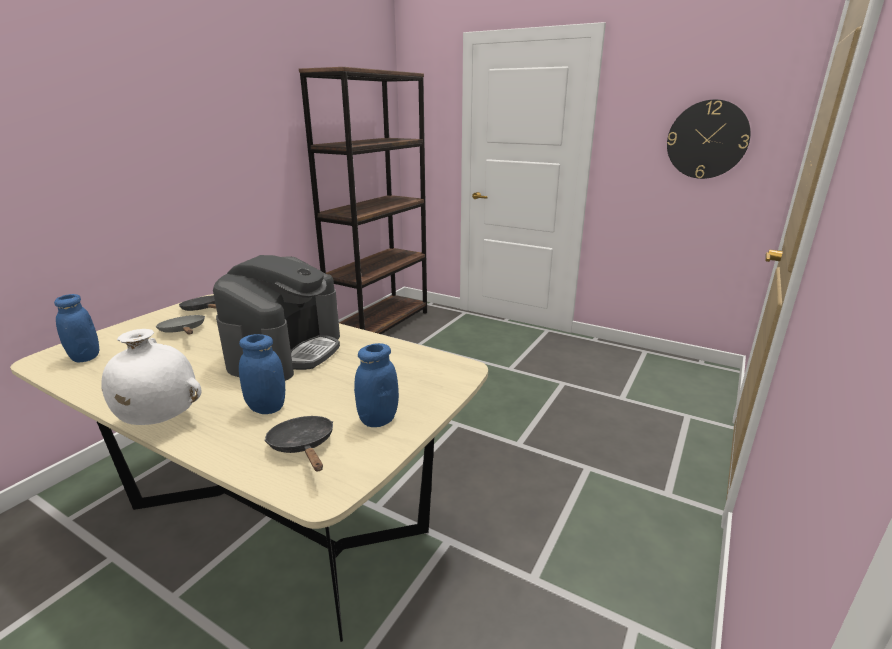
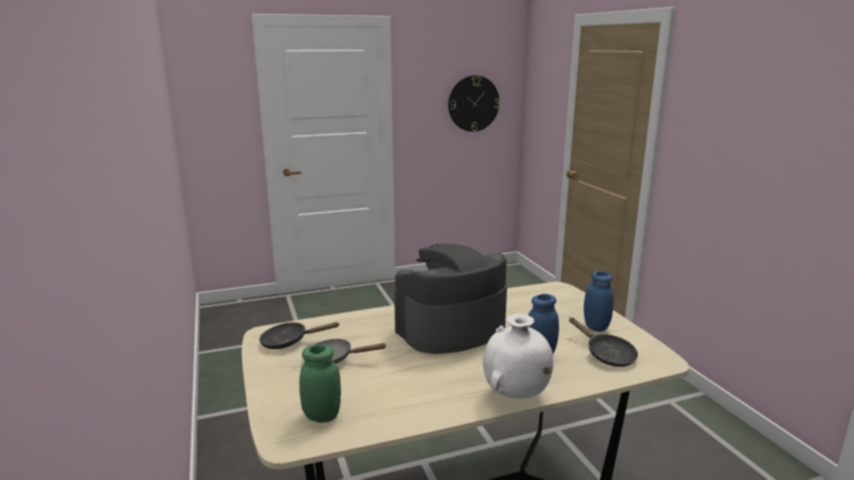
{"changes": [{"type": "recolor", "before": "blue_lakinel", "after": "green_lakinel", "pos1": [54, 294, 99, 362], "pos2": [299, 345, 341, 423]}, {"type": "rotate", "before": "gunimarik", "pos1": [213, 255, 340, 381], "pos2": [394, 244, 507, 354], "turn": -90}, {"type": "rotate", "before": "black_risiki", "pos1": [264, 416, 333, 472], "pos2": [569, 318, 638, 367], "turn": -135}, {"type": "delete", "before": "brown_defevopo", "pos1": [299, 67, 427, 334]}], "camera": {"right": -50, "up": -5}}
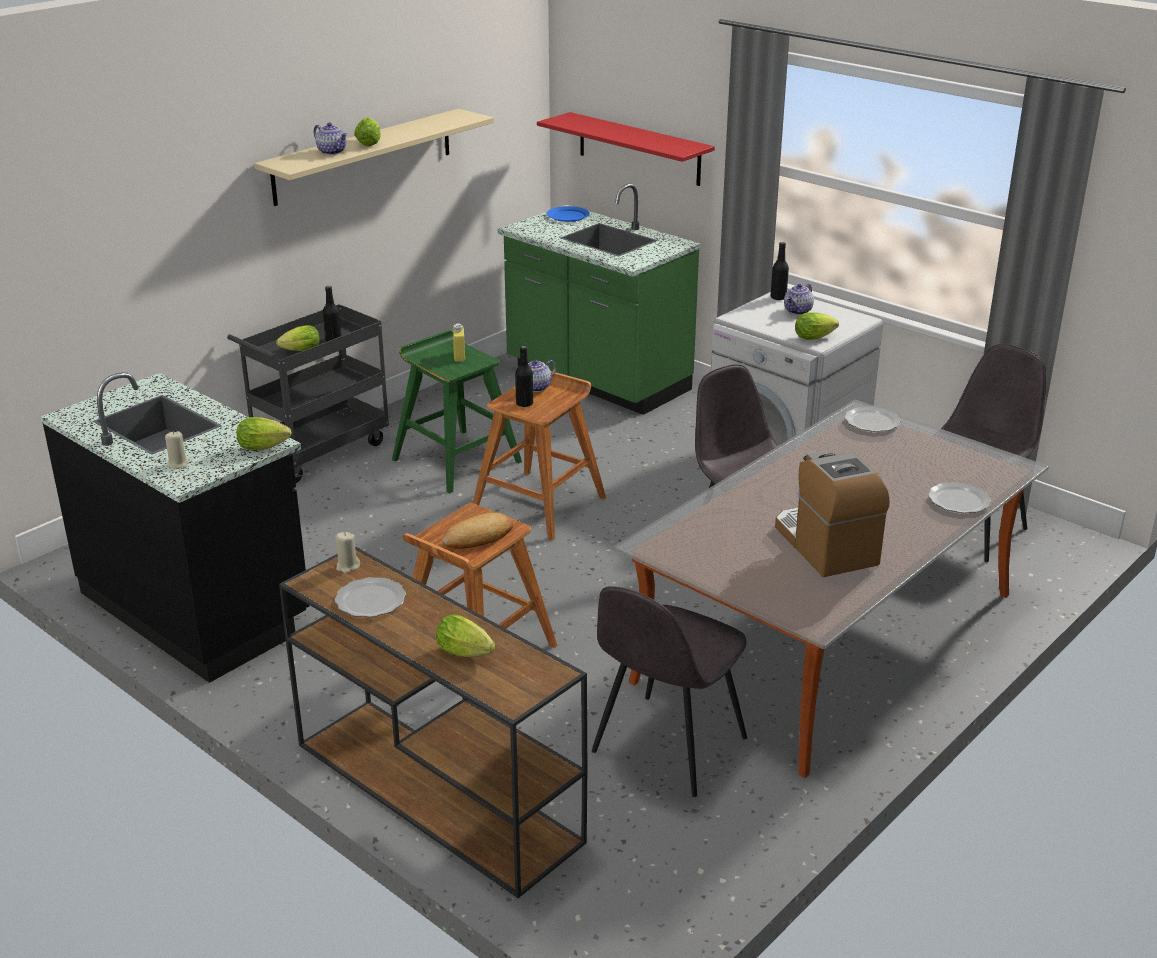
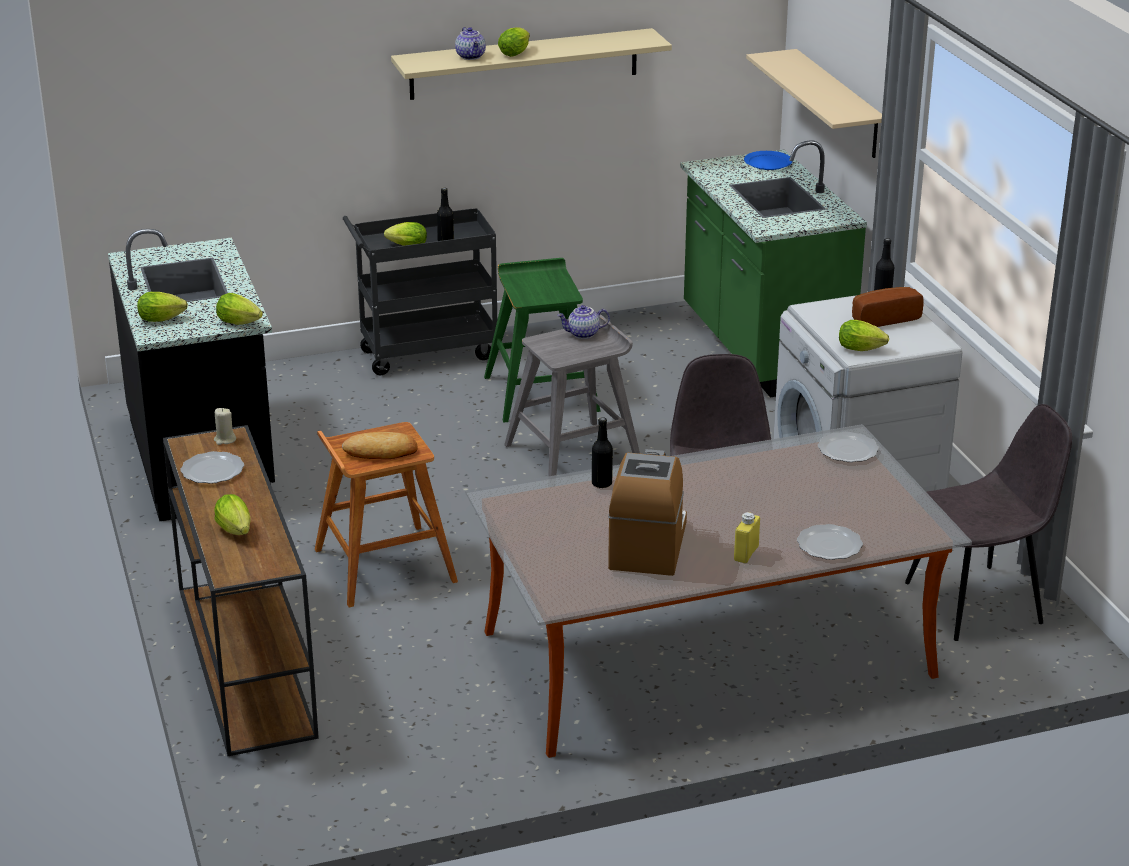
{"changes": [{"type": "replace", "before": "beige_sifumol", "after": "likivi", "pos1": [165, 431, 189, 469], "pos2": [137, 292, 188, 322]}, {"type": "move", "before": "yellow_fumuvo", "pos1": [453, 323, 465, 362], "pos2": [734, 512, 760, 563]}, {"type": "recolor", "before": "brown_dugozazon", "after": "grey_dugozazon", "pos1": [473, 371, 606, 541], "pos2": [504, 314, 640, 477]}, {"type": "move", "before": "black_fumuvo", "pos1": [515, 346, 533, 407], "pos2": [592, 417, 613, 488]}, {"type": "recolor", "before": "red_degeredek", "after": "beige_degeredek", "pos1": [537, 112, 715, 186], "pos2": [746, 49, 882, 158]}, {"type": "delete", "before": "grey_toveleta", "pos1": [592, 586, 747, 797]}, {"type": "replace", "before": "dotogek", "after": "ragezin", "pos1": [784, 283, 814, 315], "pos2": [852, 287, 924, 327]}], "camera": {"right": 30, "up": 0}}
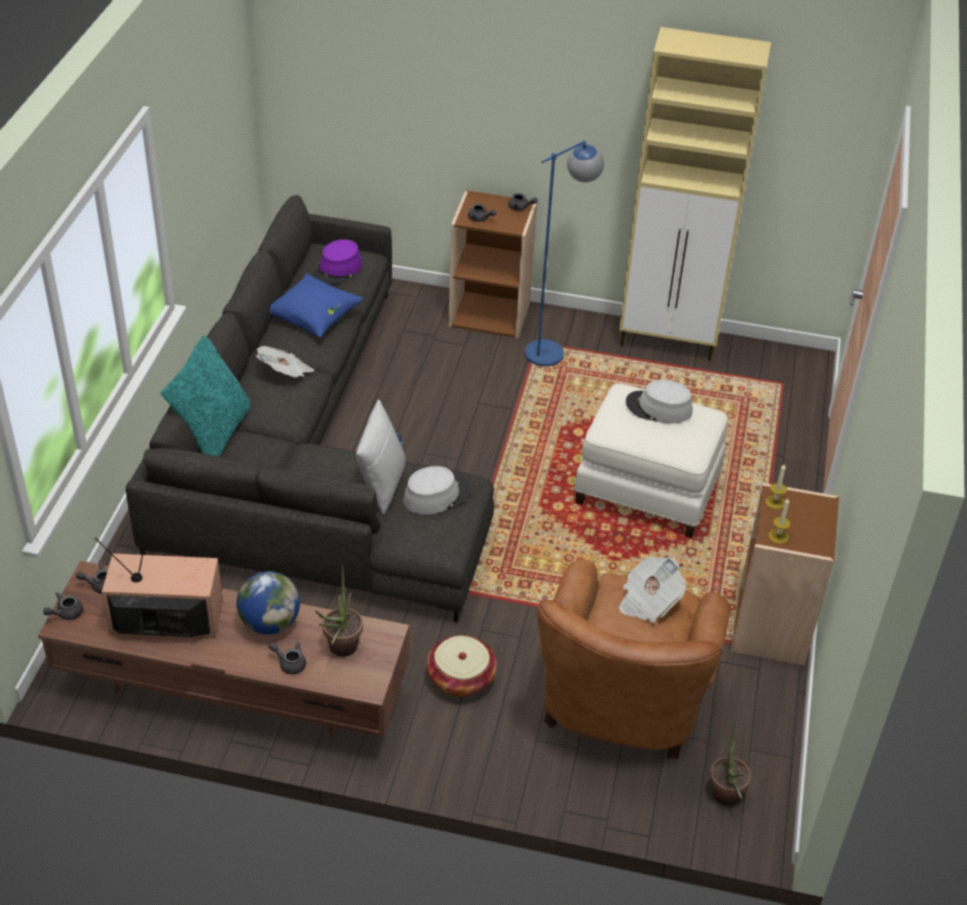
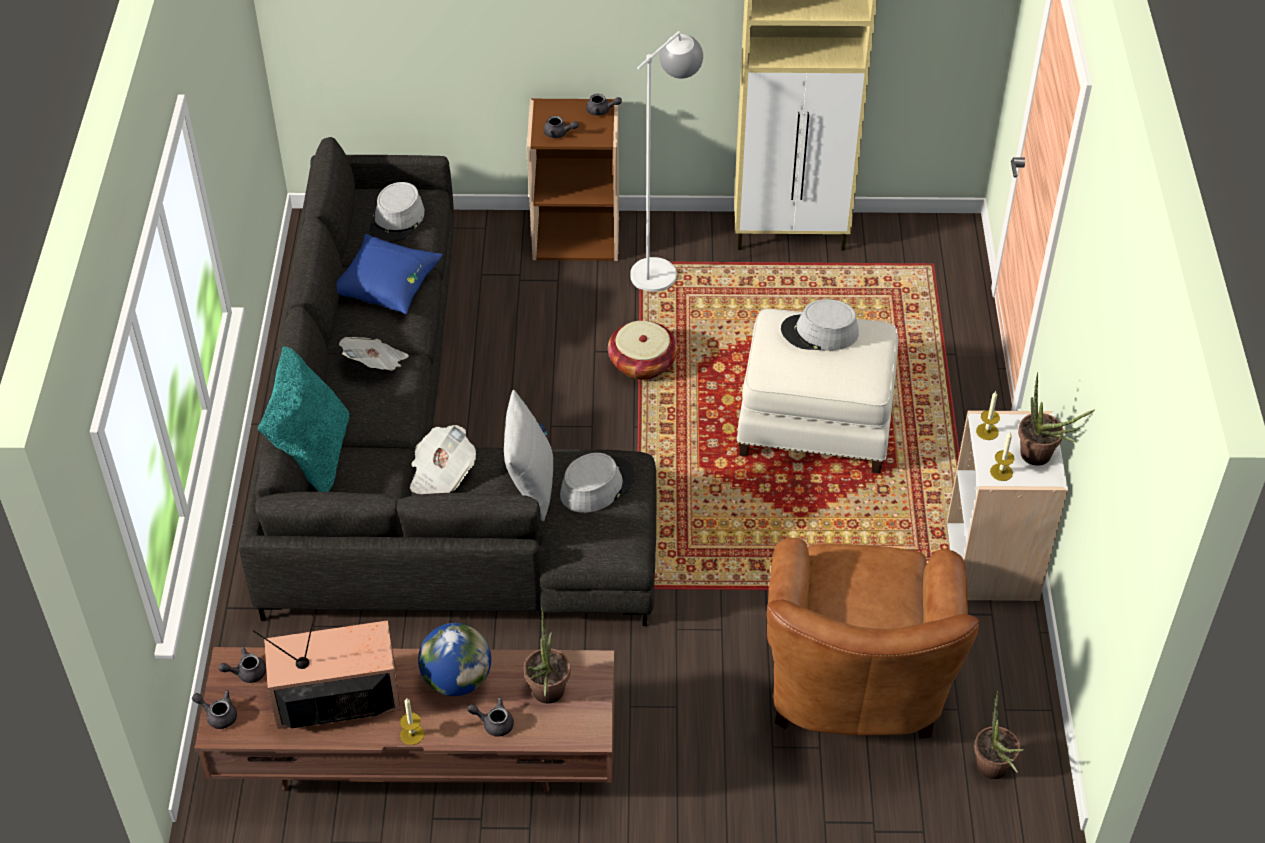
{"changes": [{"type": "rotate", "before": "grey_dotogek", "pos1": [43, 592, 83, 620], "pos2": [192, 690, 237, 729], "turn": 75}, {"type": "recolor", "before": "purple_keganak", "after": "grey_keganak", "pos1": [312, 239, 362, 285], "pos2": [369, 182, 425, 242]}, {"type": "move", "before": "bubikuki", "pos1": [426, 635, 497, 697], "pos2": [608, 321, 678, 380]}, {"type": "recolor", "before": "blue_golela", "after": "white_golela", "pos1": [525, 140, 604, 366], "pos2": [630, 31, 703, 292]}, {"type": "move", "before": "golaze", "pos1": [619, 556, 686, 623], "pos2": [410, 425, 476, 494]}, {"type": "recolor", "before": "brown_defevopo", "after": "white_defevopo", "pos1": [731, 483, 839, 666], "pos2": [947, 410, 1068, 601]}, {"type": "insert", "after": "sifumol", "pos2": [400, 698, 425, 745]}, {"type": "insert", "after": "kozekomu", "pos2": [1018, 372, 1094, 466]}], "camera": {"right": -10, "up": 5}}
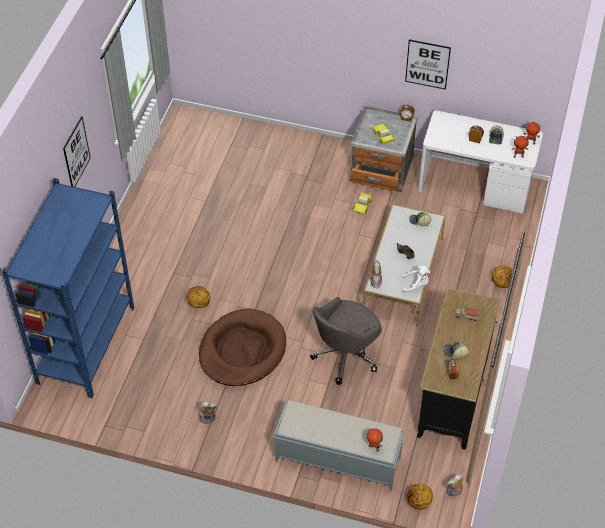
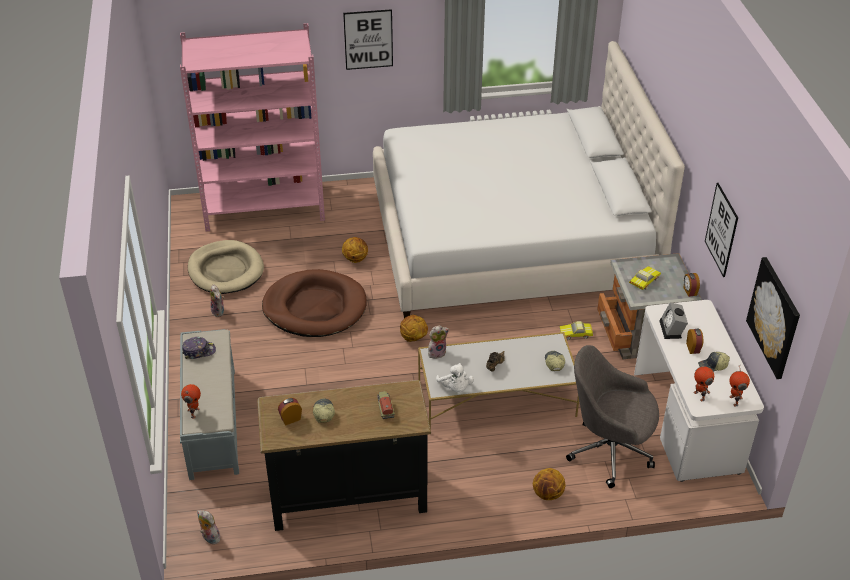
{"changes": [{"type": "recolor", "before": "blue_defevopo", "after": "pink_defevopo", "pos1": [2, 178, 134, 398], "pos2": [180, 23, 325, 231]}, {"type": "move", "before": "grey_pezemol", "pos1": [310, 297, 382, 385], "pos2": [566, 345, 659, 488]}, {"type": "move", "before": "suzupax", "pos1": [407, 483, 433, 510], "pos2": [400, 315, 428, 342]}, {"type": "insert", "after": "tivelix", "pos2": [182, 337, 216, 359]}, {"type": "insert", "after": "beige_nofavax", "pos2": [188, 240, 264, 294]}, {"type": "insert", "after": "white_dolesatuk", "pos2": [373, 41, 685, 318]}, {"type": "insert", "after": "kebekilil", "pos2": [660, 302, 688, 339]}, {"type": "insert", "after": "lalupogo", "pos2": [746, 257, 800, 379]}], "camera": {"right": 65, "up": -10}}
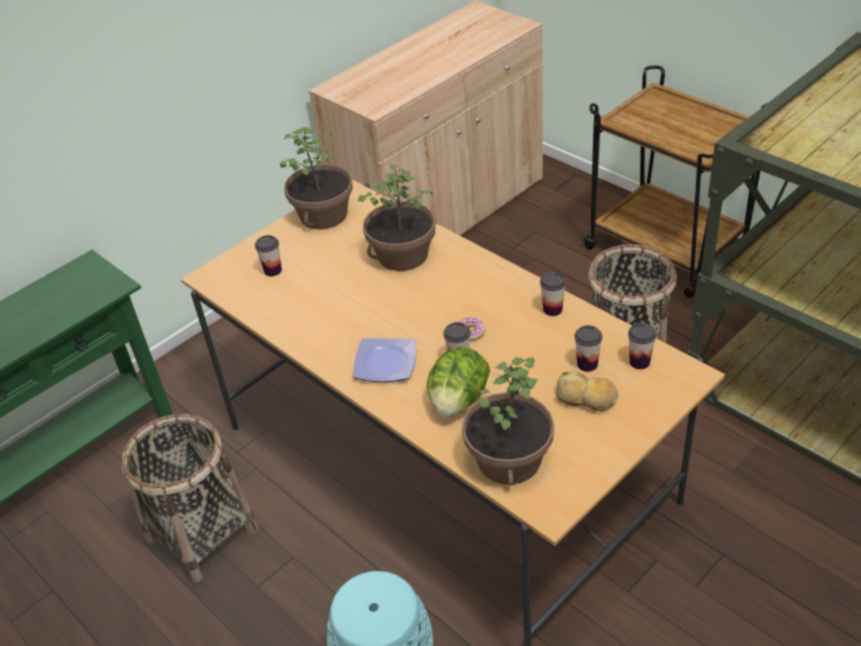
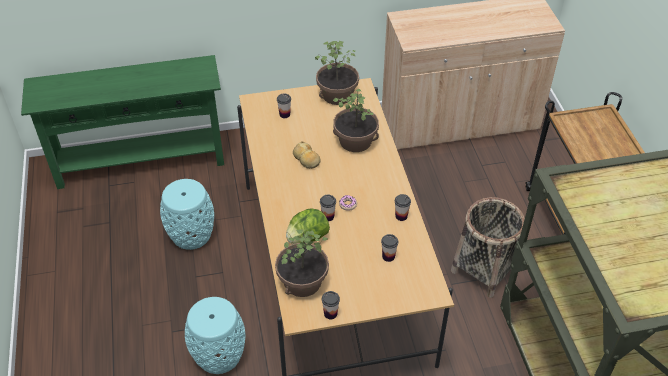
{"changes": [{"type": "replace", "before": "bubikuki", "after": "turquoise_dugozazon", "pos1": [121, 414, 259, 583], "pos2": [160, 179, 214, 250]}, {"type": "delete", "before": "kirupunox", "pos1": [353, 338, 416, 382]}, {"type": "move", "before": "ragezin", "pos1": [555, 371, 618, 411], "pos2": [293, 141, 321, 169]}, {"type": "move", "before": "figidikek", "pos1": [628, 323, 656, 369], "pos2": [322, 291, 340, 319]}], "camera": {"right": 30, "up": 5}}
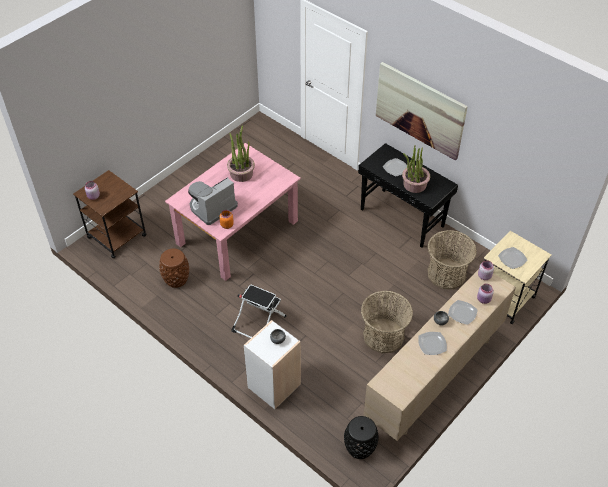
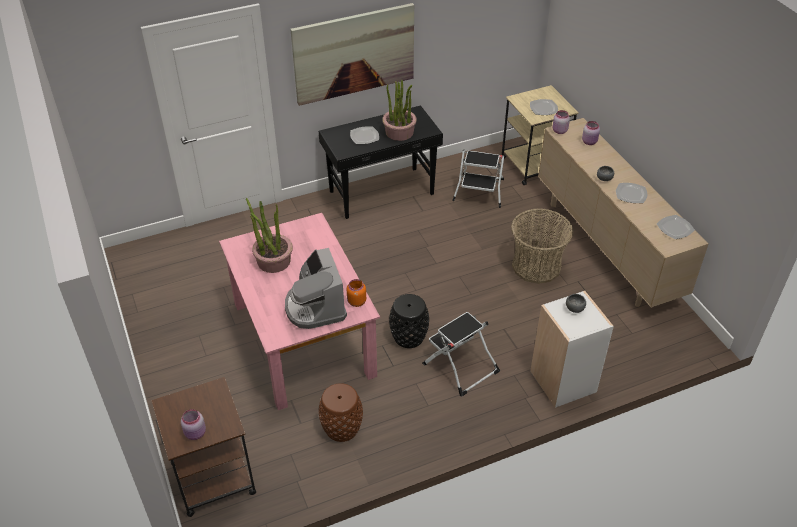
{"changes": [{"type": "move", "before": "black_dugozazon", "pos1": [344, 416, 379, 459], "pos2": [389, 294, 429, 348]}, {"type": "replace", "before": "bubikuki", "after": "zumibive", "pos1": [428, 230, 477, 289], "pos2": [452, 150, 504, 208]}, {"type": "move", "before": "kirupunox", "pos1": [448, 300, 477, 325], "pos2": [657, 215, 695, 239]}], "camera": {"right": -65, "up": -5}}
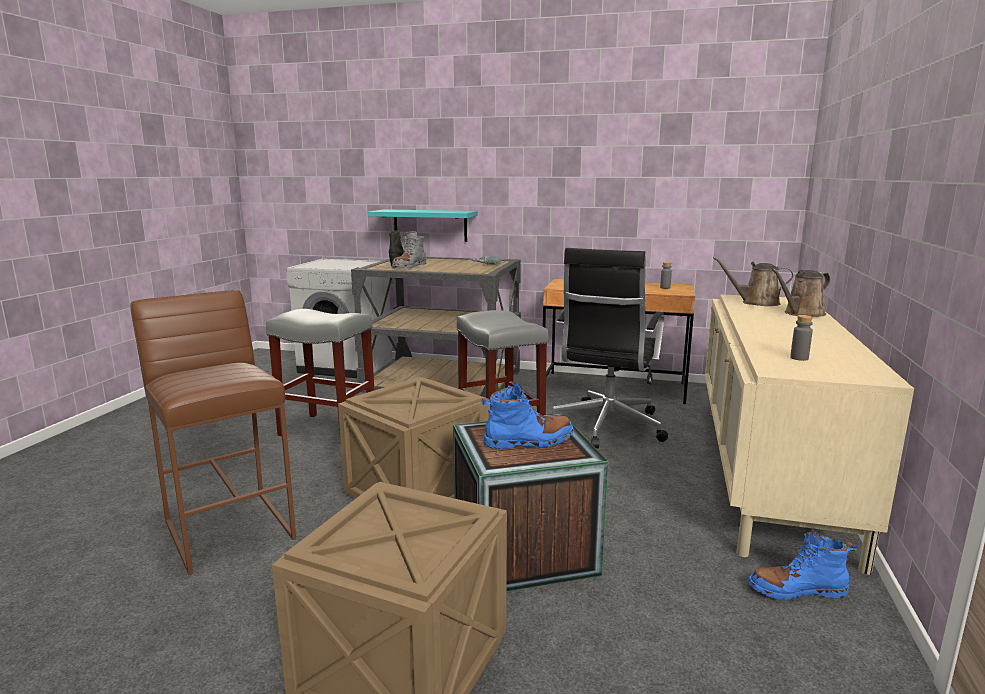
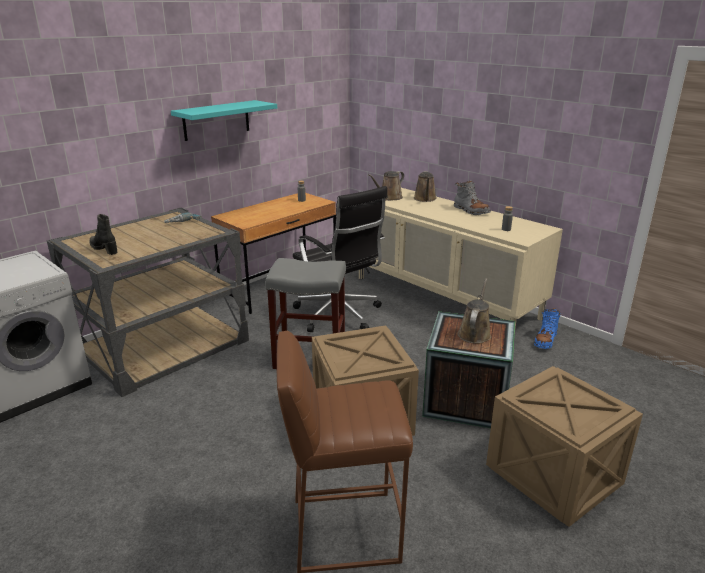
{"changes": [{"type": "delete", "before": "grey_dugozazon", "pos1": [266, 309, 375, 443]}, {"type": "move", "before": "turquoise_degeredek", "pos1": [368, 209, 478, 242], "pos2": [171, 100, 277, 141]}, {"type": "move", "before": "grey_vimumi", "pos1": [392, 231, 426, 269], "pos2": [454, 180, 491, 215]}, {"type": "replace", "before": "blue_vimumi", "after": "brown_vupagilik", "pos1": [481, 382, 574, 450], "pos2": [457, 278, 491, 344]}], "camera": {"right": -60, "up": 10}}
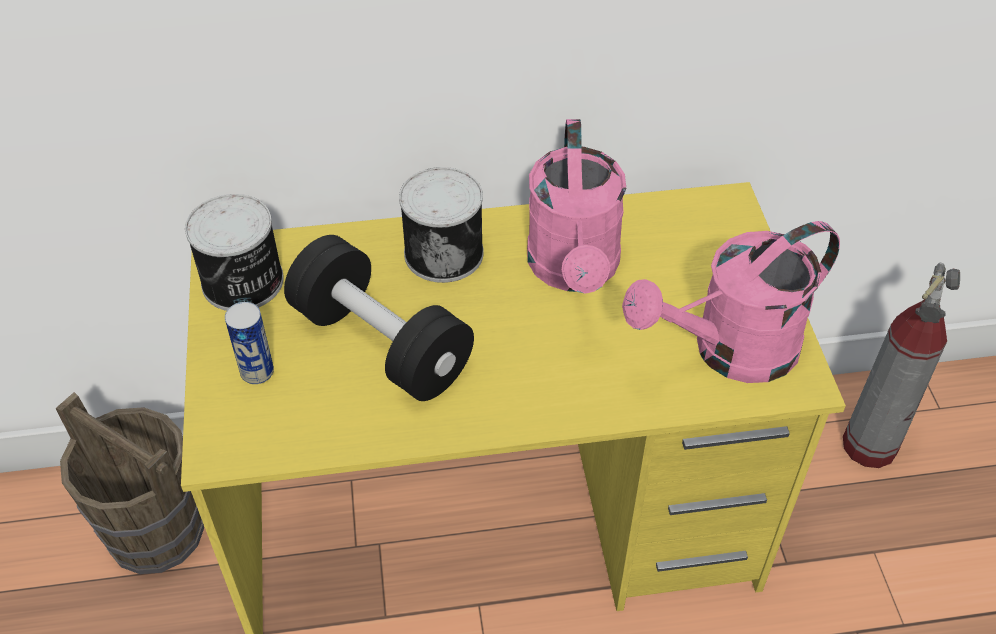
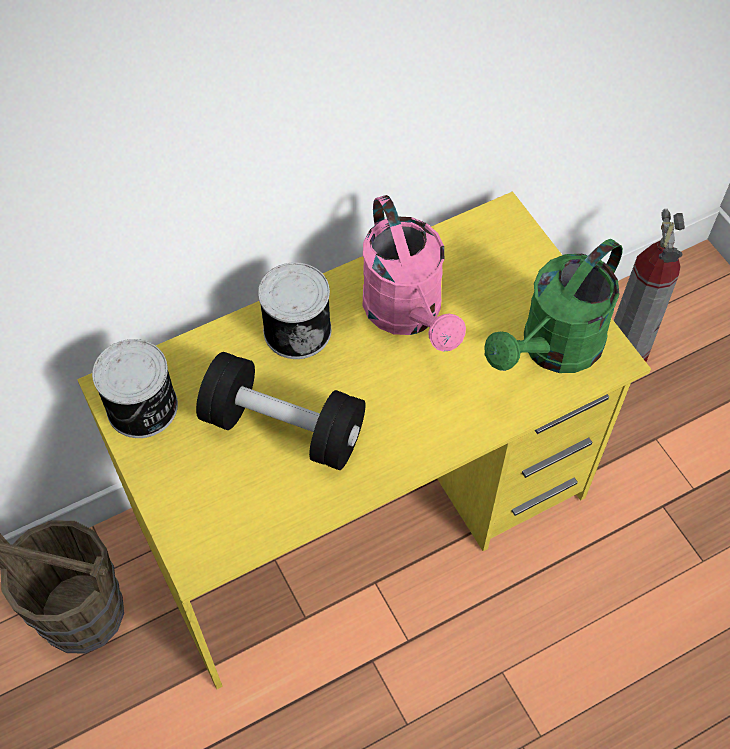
{"changes": [{"type": "delete", "before": "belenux", "pos1": [225, 302, 274, 384]}, {"type": "recolor", "before": "pink_vupagilik", "after": "green_vupagilik", "pos1": [622, 221, 840, 383], "pos2": [484, 239, 623, 373]}], "camera": {"right": -20, "up": 10}}
